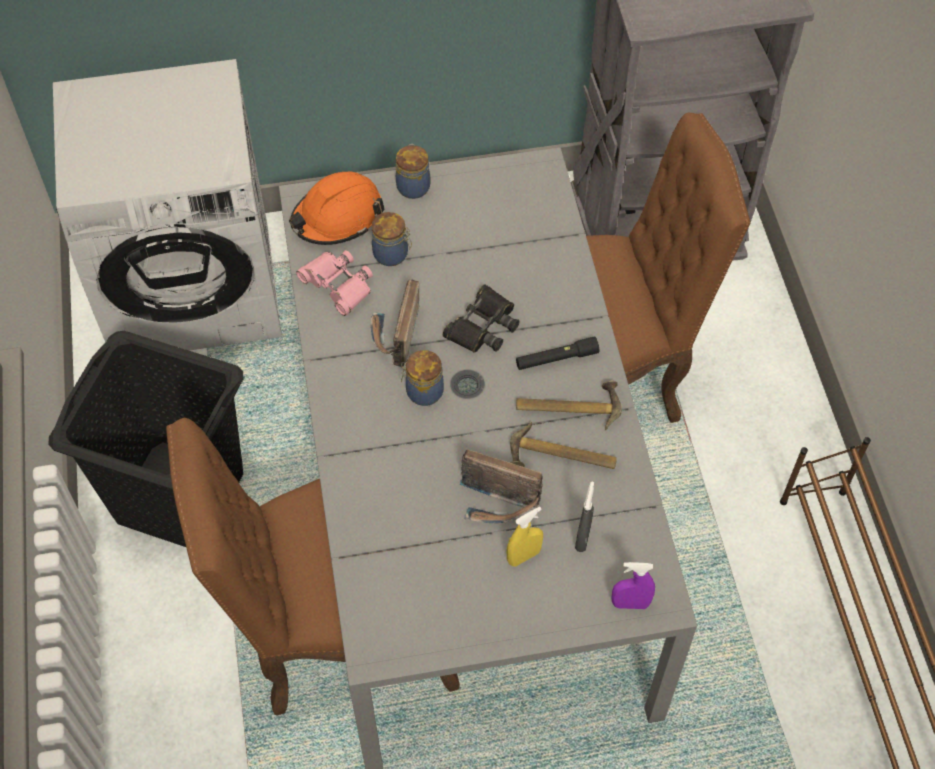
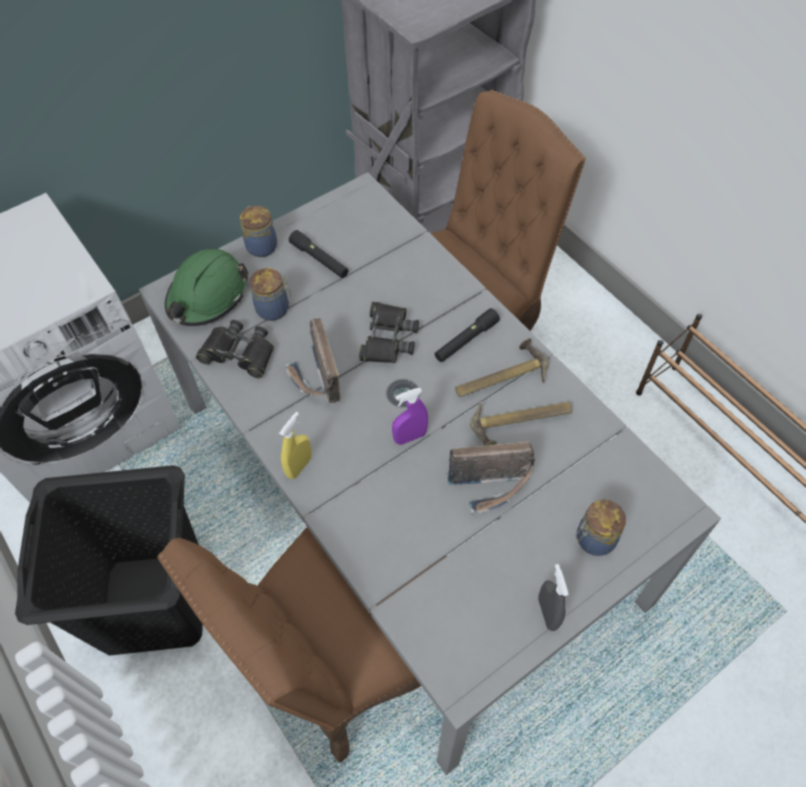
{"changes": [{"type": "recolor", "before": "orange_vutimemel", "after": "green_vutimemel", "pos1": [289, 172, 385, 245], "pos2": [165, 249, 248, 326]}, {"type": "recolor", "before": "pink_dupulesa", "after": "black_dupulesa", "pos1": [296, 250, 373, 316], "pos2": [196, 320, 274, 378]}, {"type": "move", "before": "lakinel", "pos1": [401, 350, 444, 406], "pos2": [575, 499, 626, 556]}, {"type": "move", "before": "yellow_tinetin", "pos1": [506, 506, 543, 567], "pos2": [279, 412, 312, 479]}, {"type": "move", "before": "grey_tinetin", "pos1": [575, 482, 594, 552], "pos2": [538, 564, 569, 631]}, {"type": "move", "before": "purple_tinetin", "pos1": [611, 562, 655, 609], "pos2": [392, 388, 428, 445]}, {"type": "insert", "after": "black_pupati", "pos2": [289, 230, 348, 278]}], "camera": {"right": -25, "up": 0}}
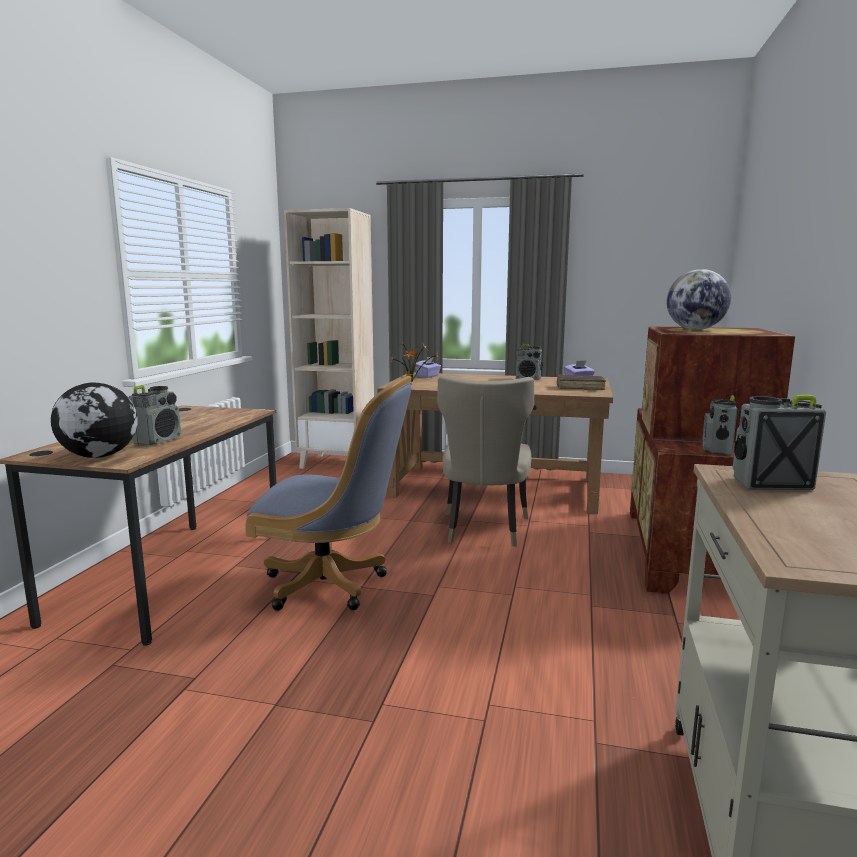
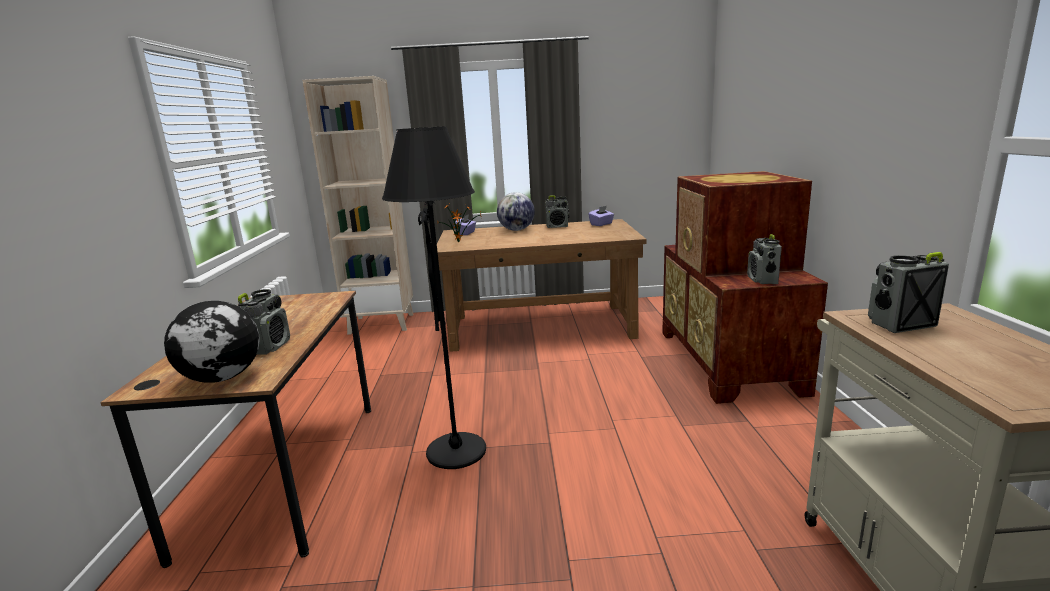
{"changes": [{"type": "replace", "before": "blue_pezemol", "after": "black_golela", "pos1": [245, 376, 412, 611], "pos2": [382, 126, 486, 469]}, {"type": "delete", "before": "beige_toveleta", "pos1": [437, 375, 534, 547]}, {"type": "delete", "before": "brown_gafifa", "pos1": [557, 374, 606, 390]}, {"type": "move", "before": "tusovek", "pos1": [667, 269, 731, 330], "pos2": [497, 192, 535, 231]}], "camera": {"right": -15, "up": 5}}
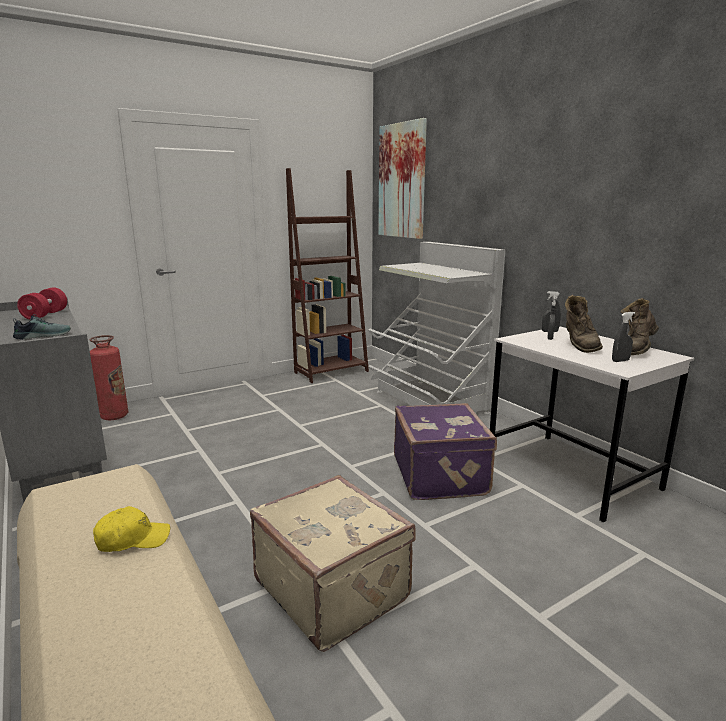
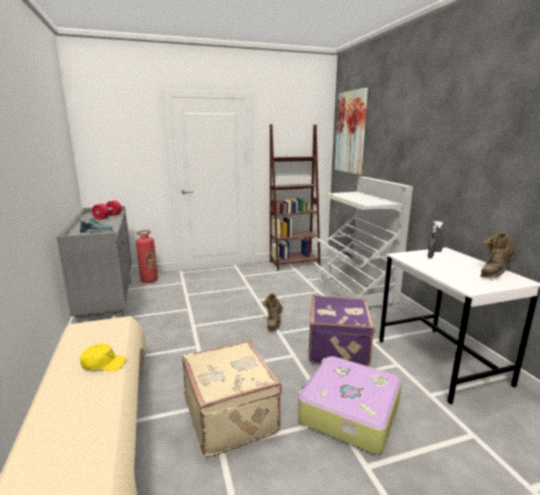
{"changes": [{"type": "move", "before": "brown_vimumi", "pos1": [565, 295, 603, 353], "pos2": [263, 293, 283, 331]}, {"type": "delete", "before": "grey_tinetin", "pos1": [612, 312, 635, 362]}, {"type": "insert", "after": "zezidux", "pos2": [298, 356, 402, 454]}], "camera": {"right": 15, "up": 0}}
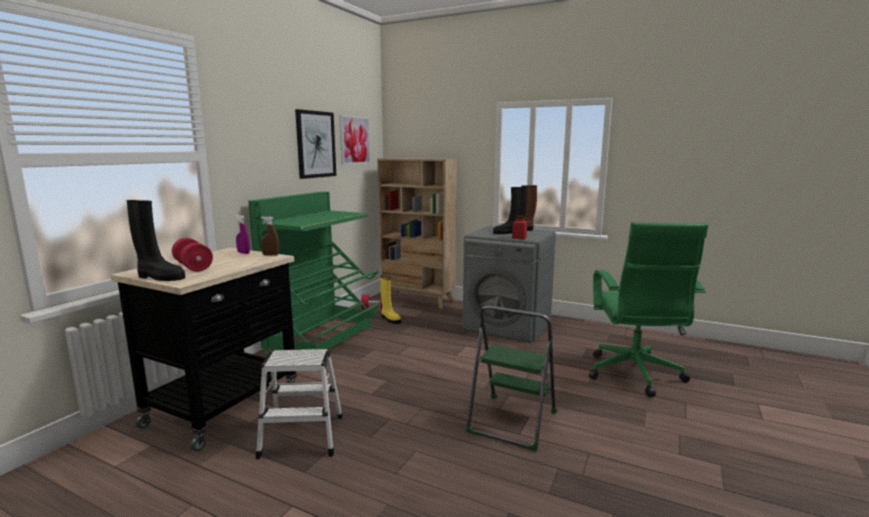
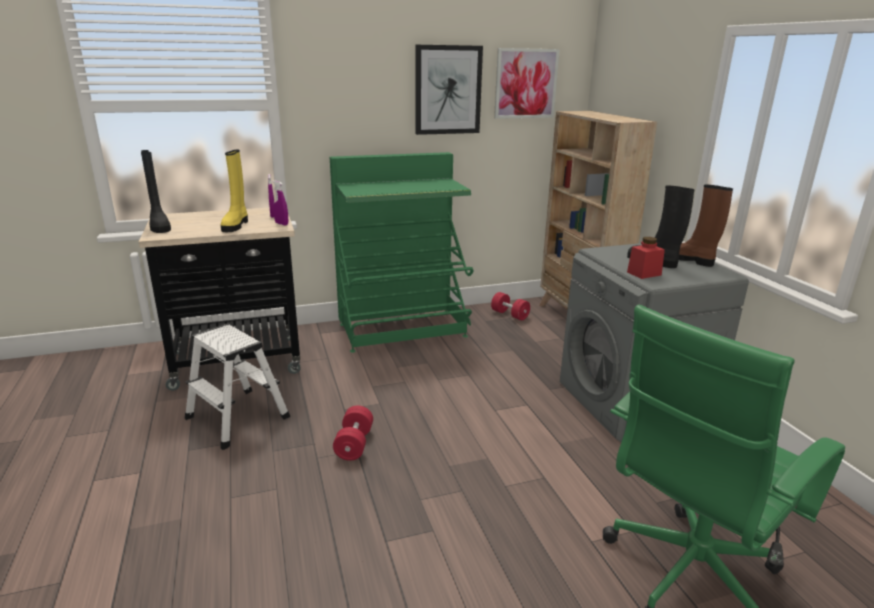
{"changes": [{"type": "move", "before": "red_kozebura", "pos1": [172, 238, 213, 271], "pos2": [333, 405, 373, 461]}, {"type": "recolor", "before": "brown_tinetin", "after": "purple_tinetin", "pos1": [261, 216, 279, 256], "pos2": [273, 180, 288, 226]}, {"type": "move", "before": "yellow_vimumi", "pos1": [380, 276, 401, 324], "pos2": [220, 150, 248, 232]}, {"type": "delete", "before": "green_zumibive", "pos1": [465, 305, 558, 451]}], "camera": {"right": 45, "up": 10}}
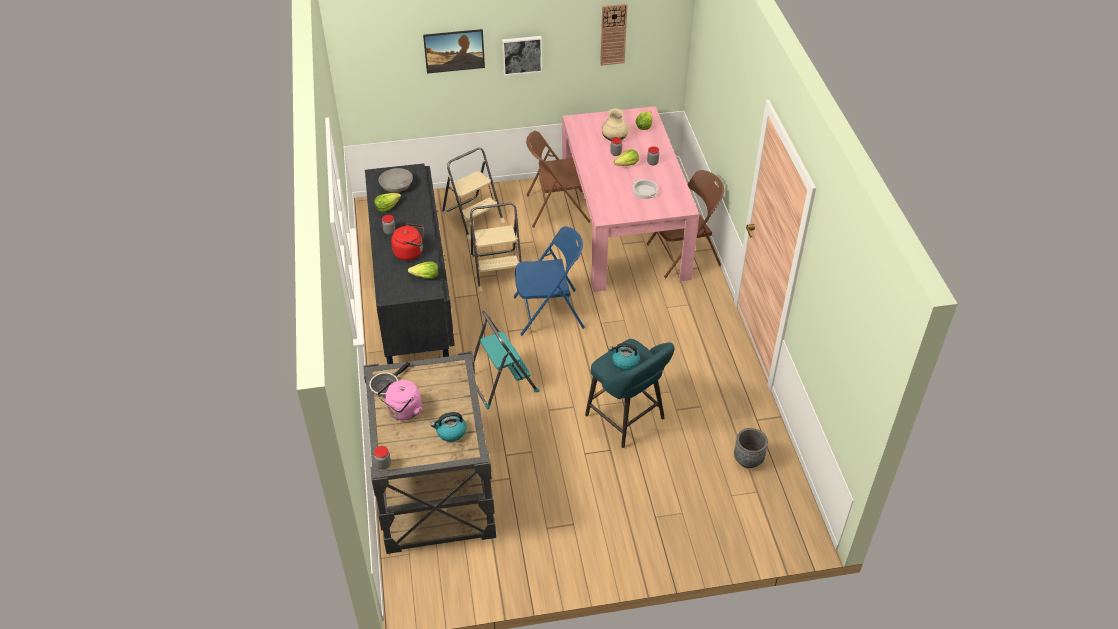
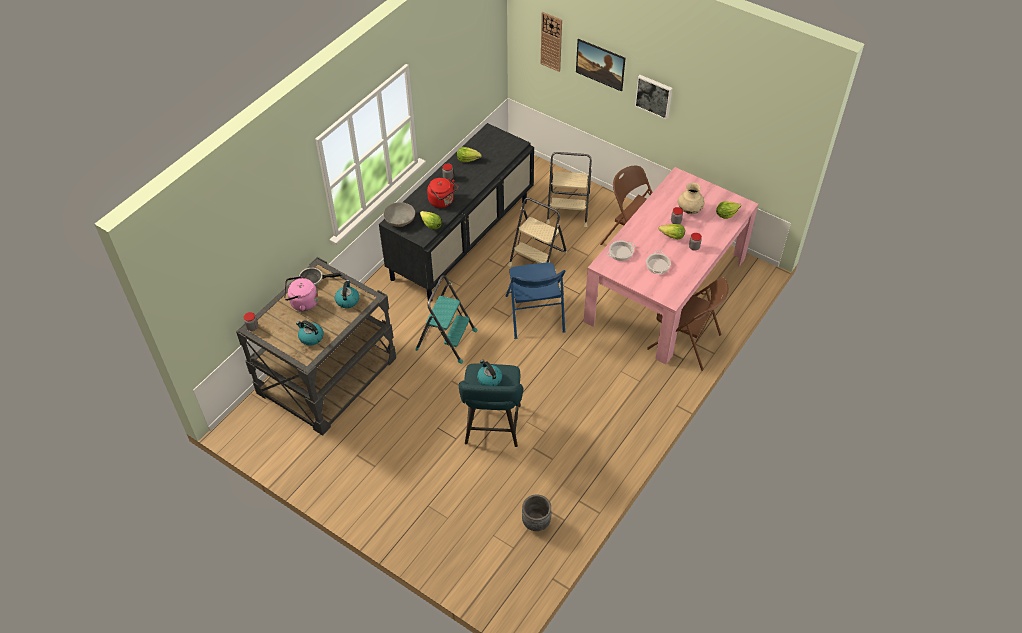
{"changes": [{"type": "move", "before": "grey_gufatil", "pos1": [379, 168, 413, 193], "pos2": [383, 202, 415, 227]}, {"type": "rotate", "before": "blue_toveleta", "pos1": [514, 226, 585, 336], "pos2": [505, 262, 566, 339], "turn": 45}, {"type": "move", "before": "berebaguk", "pos1": [600, 4, 627, 66], "pos2": [541, 12, 562, 72]}, {"type": "insert", "after": "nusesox", "pos2": [335, 280, 359, 308]}, {"type": "insert", "after": "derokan", "pos2": [607, 241, 635, 261]}], "camera": {"right": 45, "up": 5}}
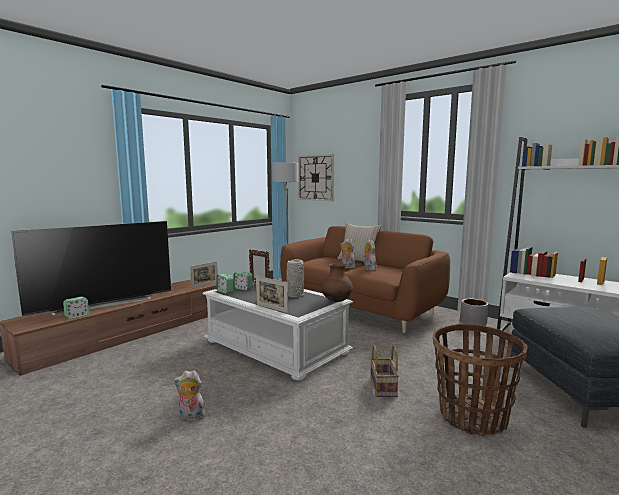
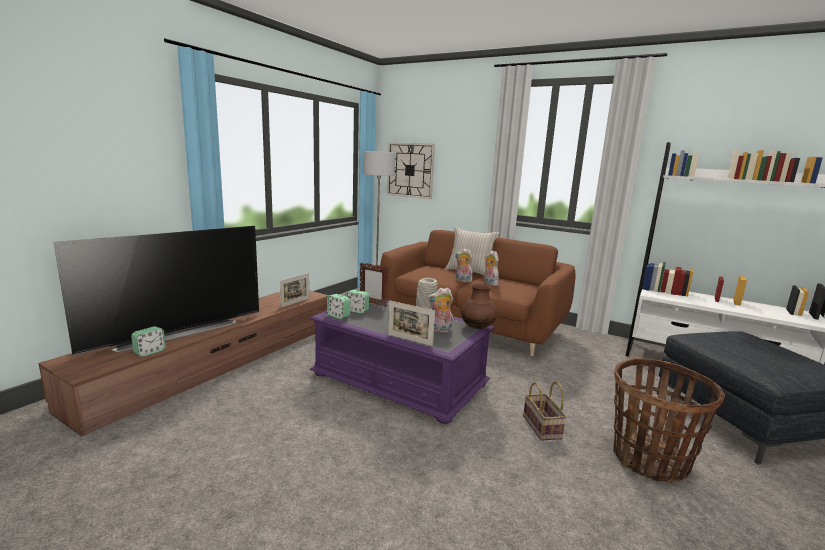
{"changes": [{"type": "move", "before": "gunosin", "pos1": [174, 371, 207, 421], "pos2": [427, 288, 453, 333]}, {"type": "recolor", "before": "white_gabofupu", "after": "purple_gabofupu", "pos1": [202, 282, 353, 381], "pos2": [310, 300, 495, 424]}, {"type": "delete", "before": "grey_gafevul", "pos1": [460, 299, 488, 326]}], "camera": {"right": -10, "up": 5}}
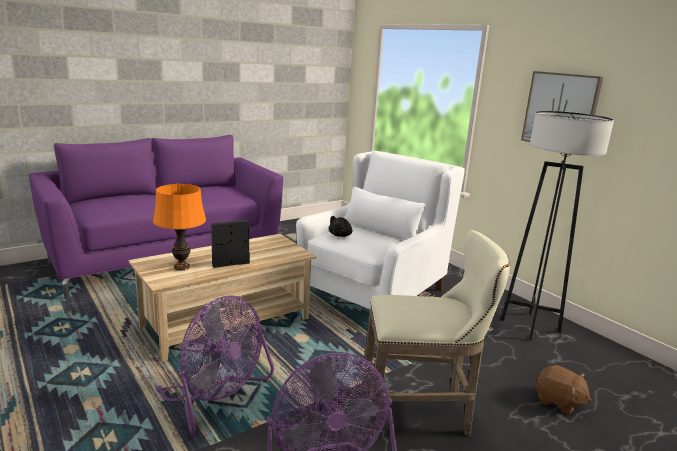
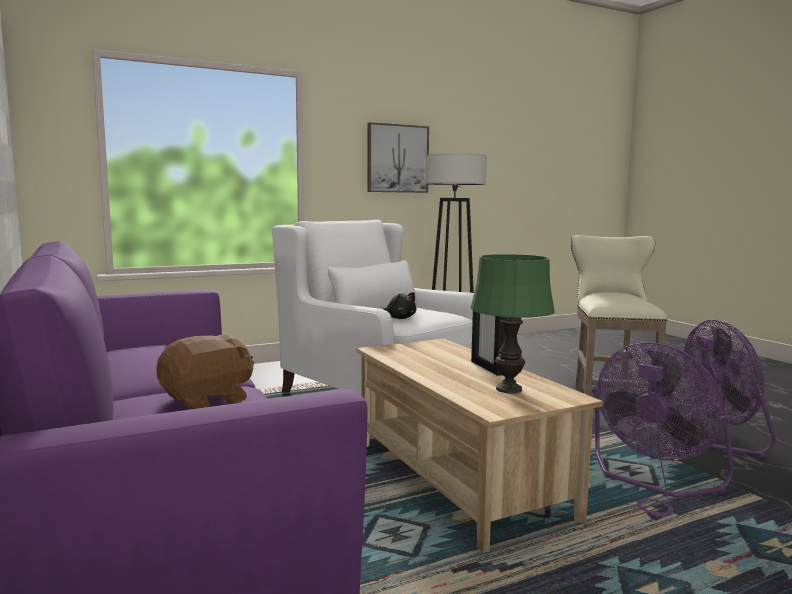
{"changes": [{"type": "recolor", "before": "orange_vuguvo", "after": "green_vuguvo", "pos1": [153, 184, 206, 271], "pos2": [470, 254, 555, 394]}, {"type": "move", "before": "brown_gunosin", "pos1": [536, 365, 592, 414], "pos2": [156, 335, 254, 409]}], "camera": {"right": -80, "up": -10}}
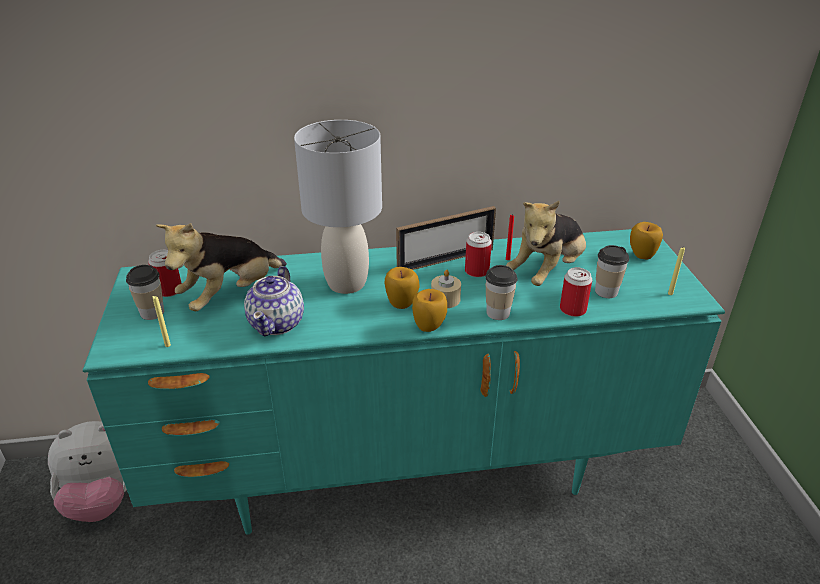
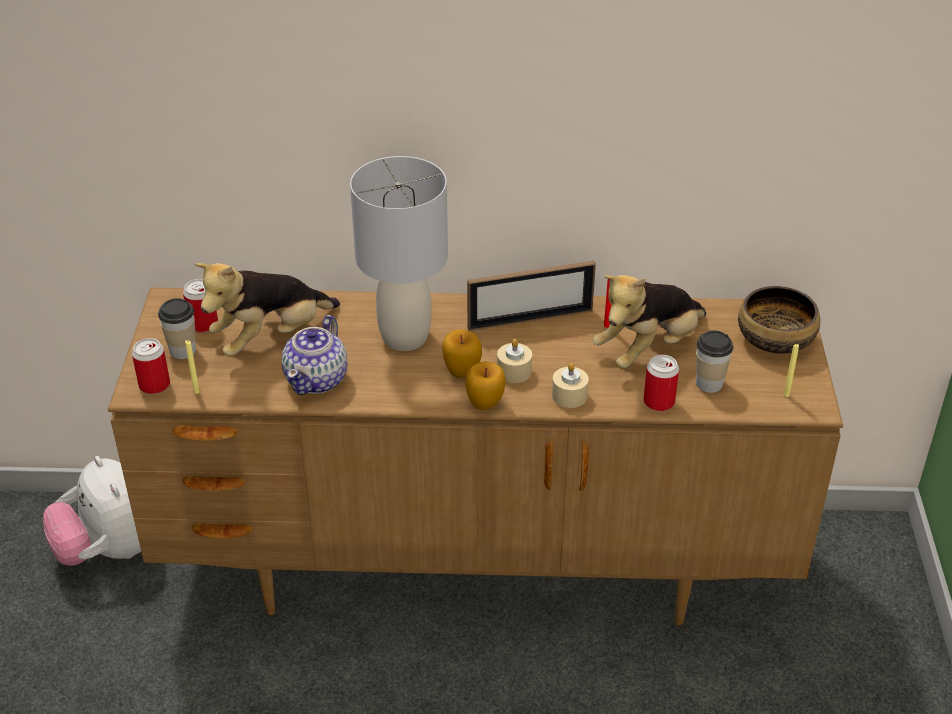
{"changes": [{"type": "rotate", "before": "gunosin", "pos1": [48, 421, 127, 522], "pos2": [43, 456, 141, 566], "turn": 60}, {"type": "recolor", "before": "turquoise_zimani", "after": "brown_zimani", "pos1": [83, 229, 725, 535], "pos2": [108, 288, 843, 625]}, {"type": "move", "before": "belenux", "pos1": [465, 232, 492, 277], "pos2": [132, 338, 170, 394]}, {"type": "replace", "before": "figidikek", "after": "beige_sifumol", "pos1": [485, 265, 518, 320], "pos2": [552, 363, 589, 408]}, {"type": "replace", "before": "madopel", "after": "gufatil", "pos1": [630, 222, 663, 260], "pos2": [738, 286, 820, 354]}], "camera": {"right": 10, "up": 5}}
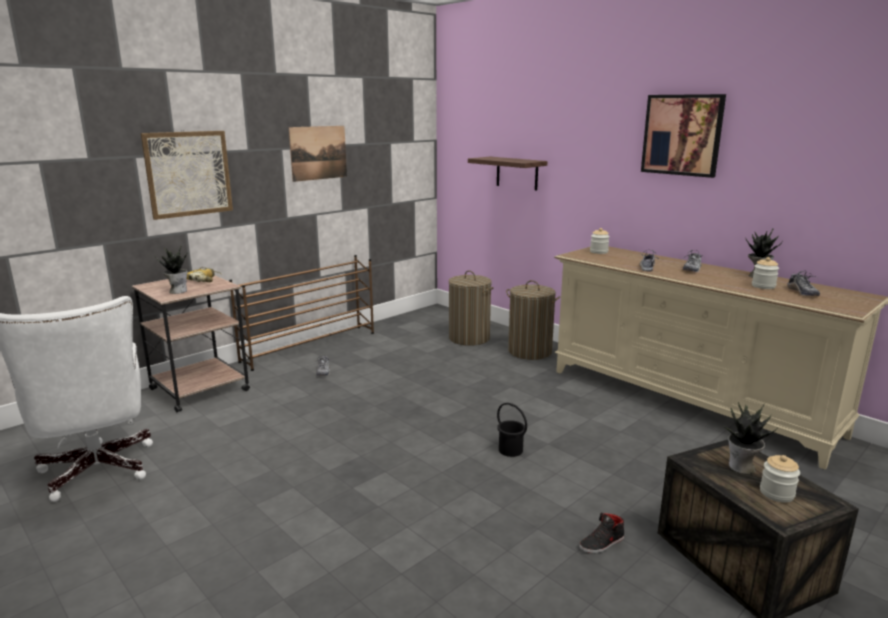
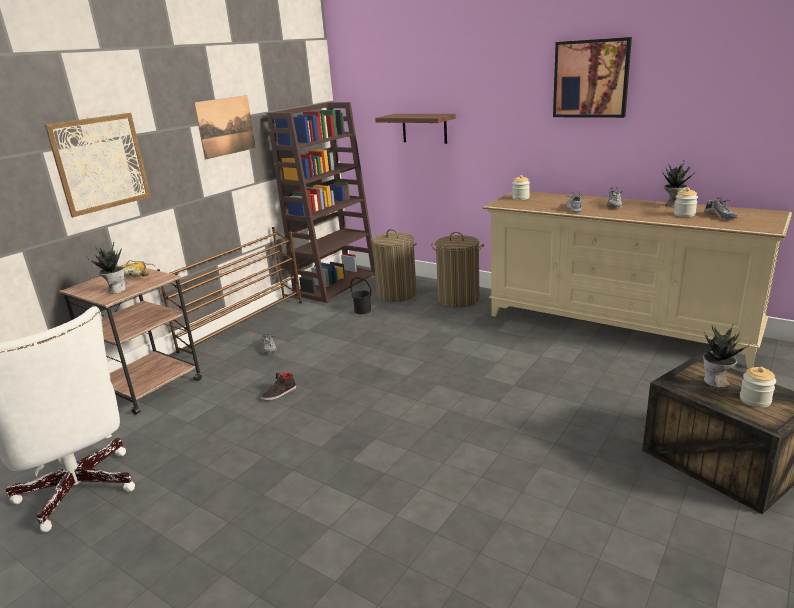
{"changes": [{"type": "move", "before": "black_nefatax", "pos1": [497, 403, 527, 457], "pos2": [350, 277, 372, 314]}, {"type": "move", "before": "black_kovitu", "pos1": [579, 513, 624, 553], "pos2": [261, 373, 296, 401]}, {"type": "insert", "after": "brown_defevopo", "pos2": [267, 102, 375, 303]}], "camera": {"right": -10, "up": 5}}
